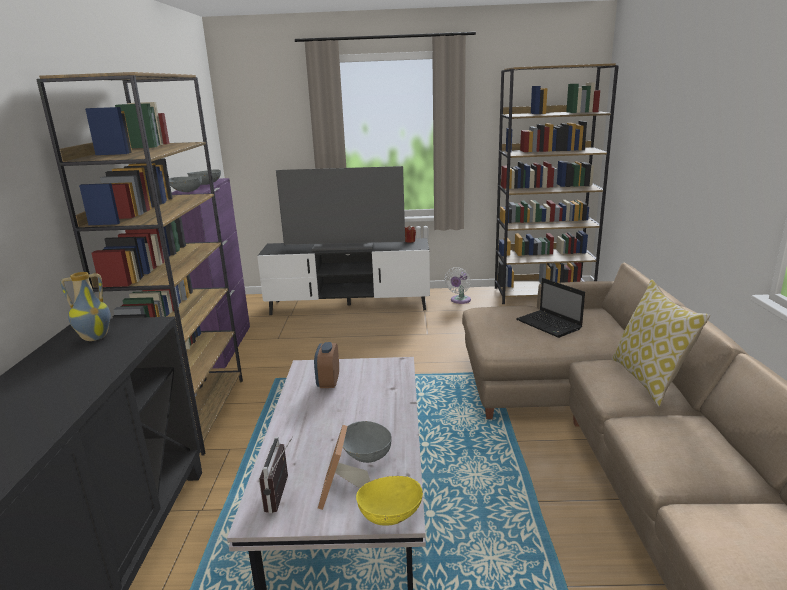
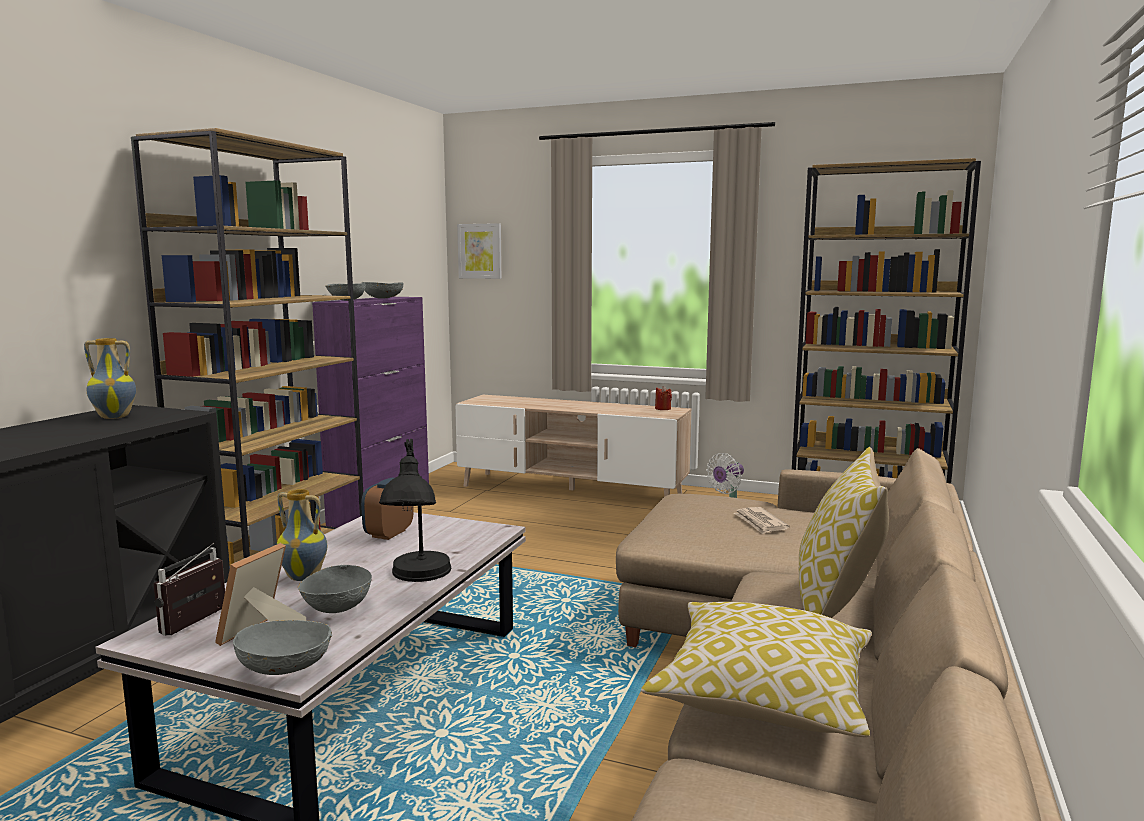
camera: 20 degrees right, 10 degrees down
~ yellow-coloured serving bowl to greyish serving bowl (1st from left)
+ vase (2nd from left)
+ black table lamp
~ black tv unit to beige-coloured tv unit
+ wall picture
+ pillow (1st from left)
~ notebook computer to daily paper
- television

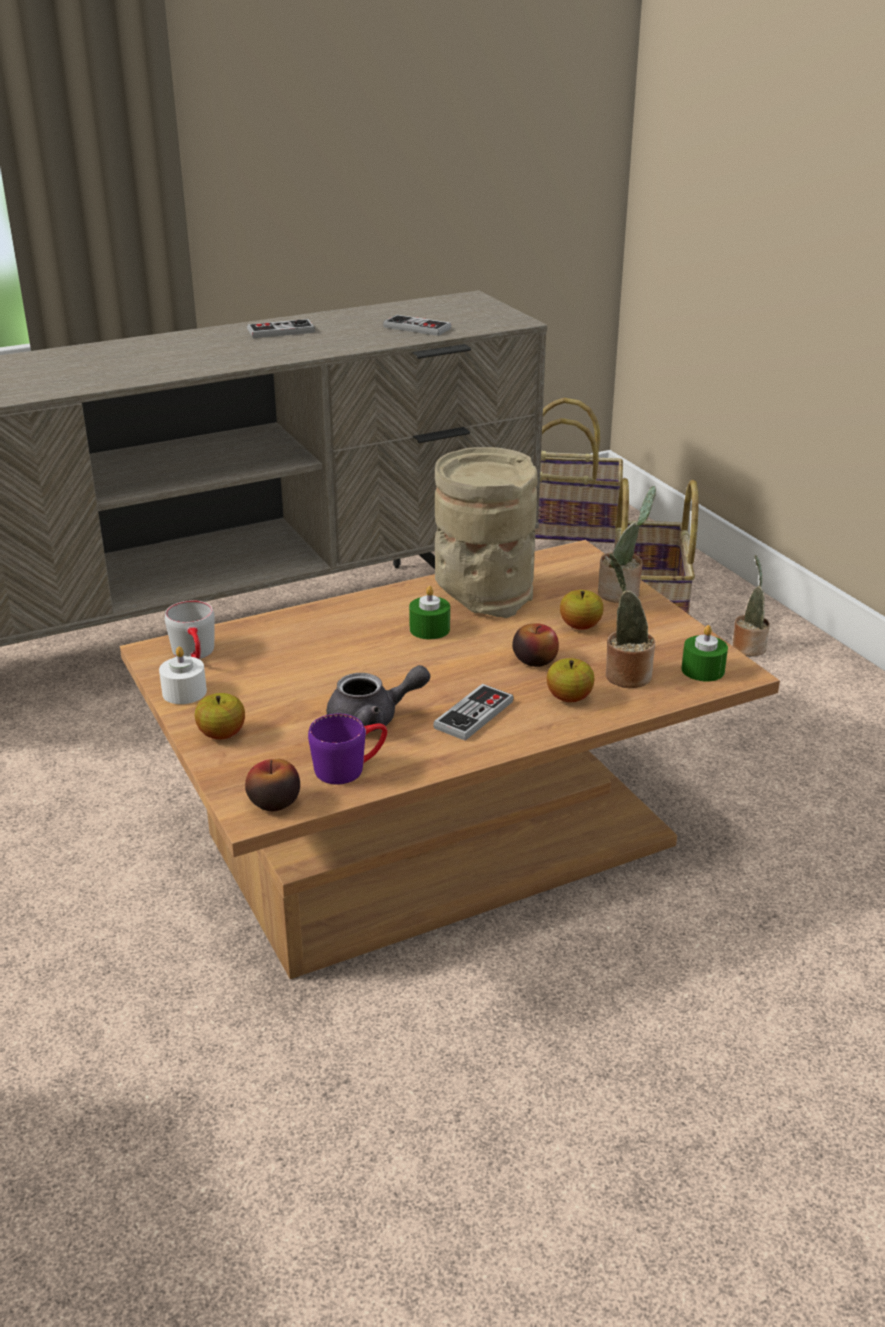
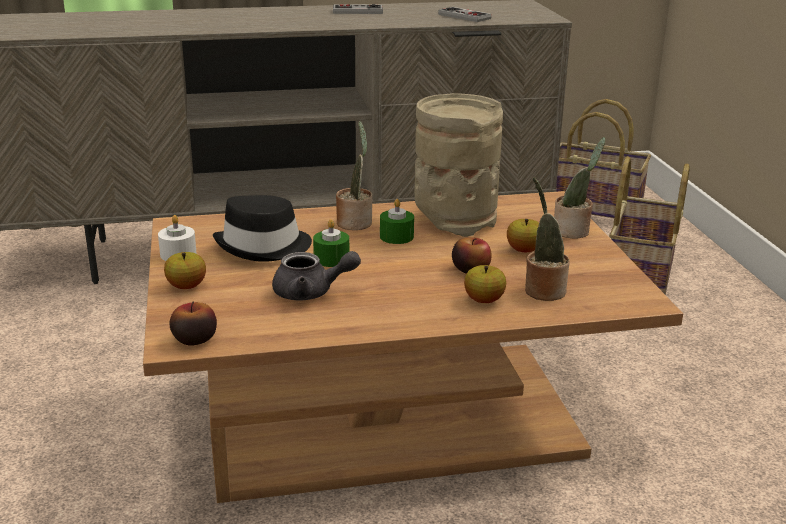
camera: 15 degrees right, 5 degrees down
+ black clothing hat
~ green candle (2nd from left in the first image) to green candle (1st from left)
~ plant in a pot (3rd from left in the first image) to plant in a pot (1st from left)
- greyish tea mug
- purple-coloured tea mug
- joypad (3rd from left)

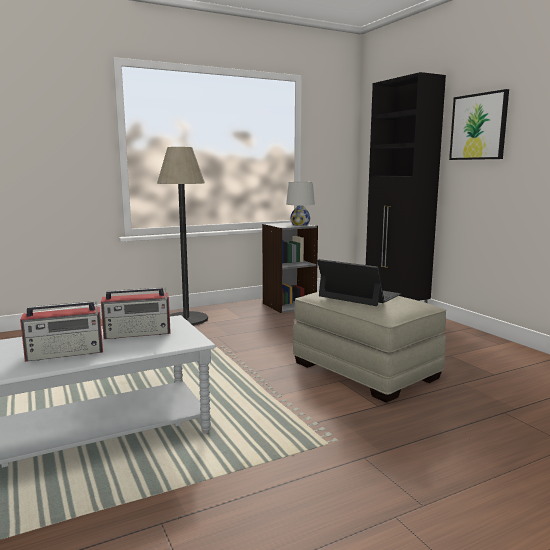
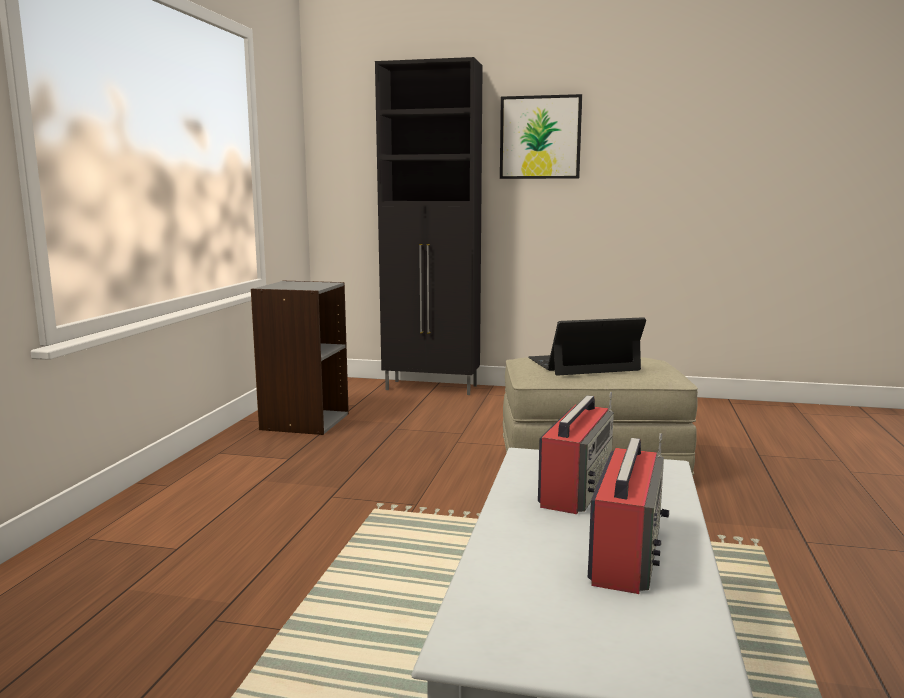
camera: 50 degrees left, 0 degrees up
- floor lamp
- white-coloured table lamp

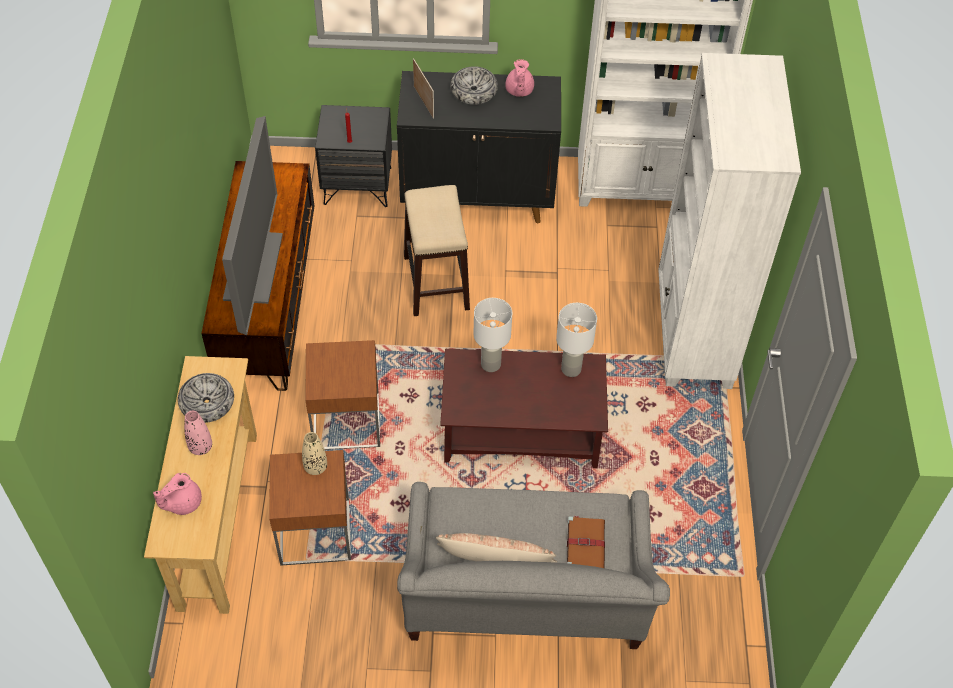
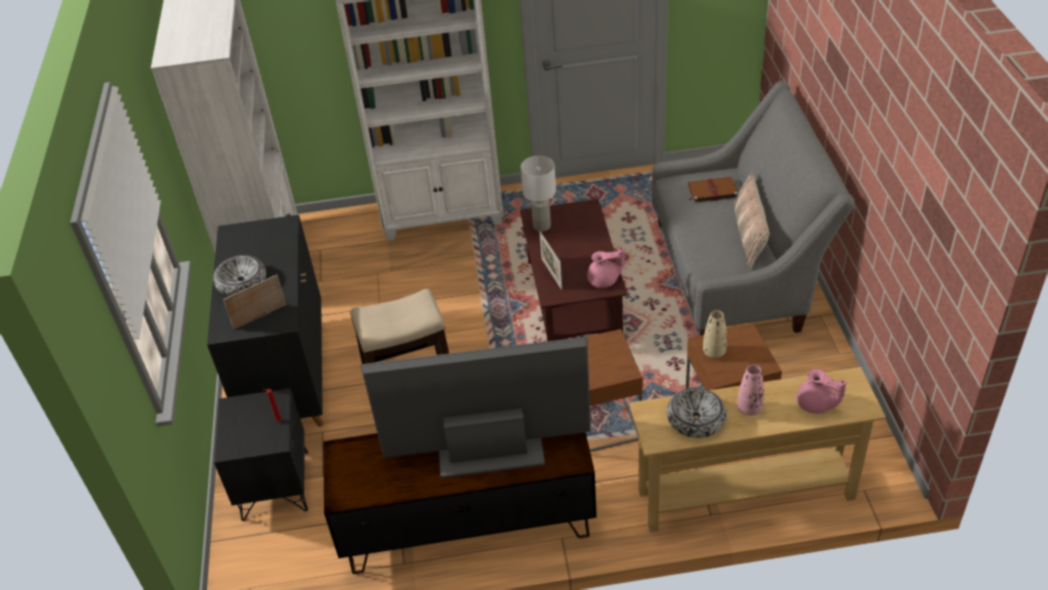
camera: 95 degrees left, 10 degrees down
~ white-coloured table lamp (1st from left) to photo frame (2nd from left)
~ pink-coloured pot for tea (2nd from left in the first image) to pink-coloured pot for tea (1st from left)

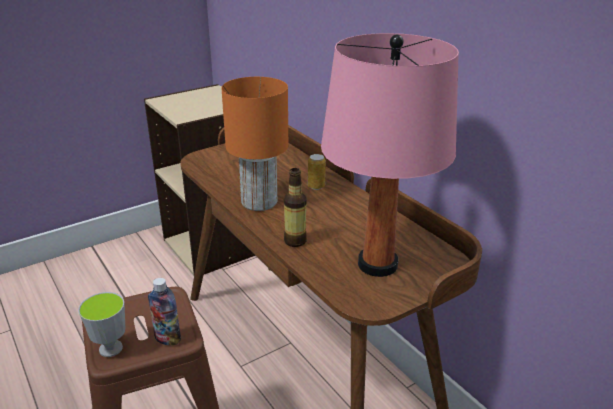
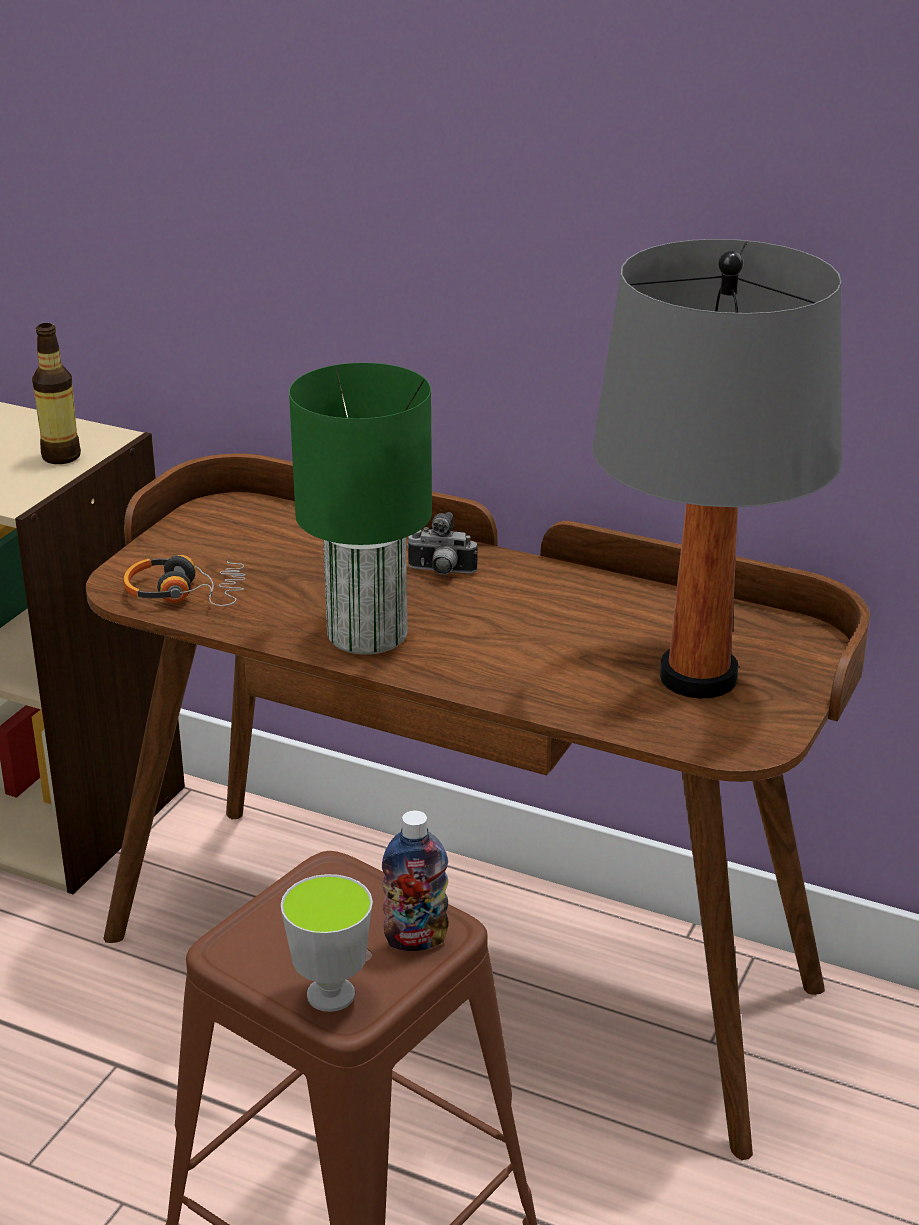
camera: 30 degrees left, 0 degrees up
~ beverage bottle (2nd from left in the first image) to beverage bottle (1st from left)
+ headphones
~ orange-coloured table lamp to green table lamp
~ metal can to photo camera
~ pink-coloured table lamp to greyish table lamp

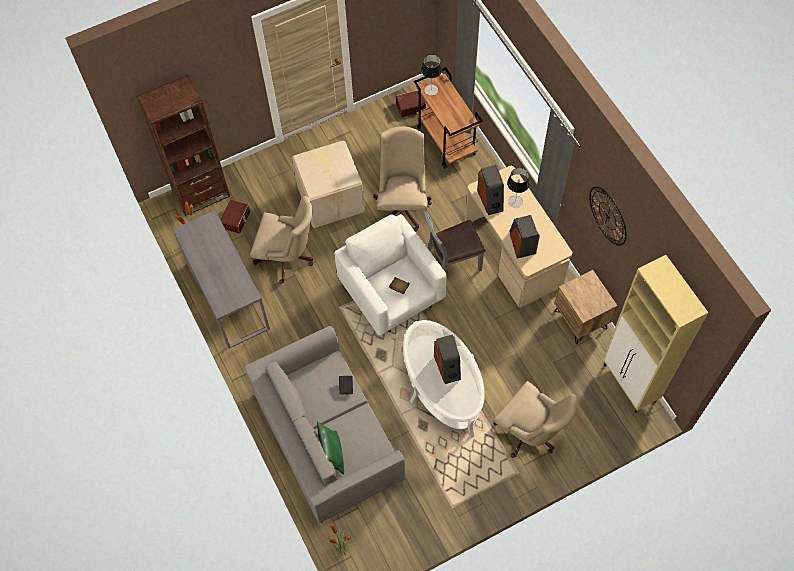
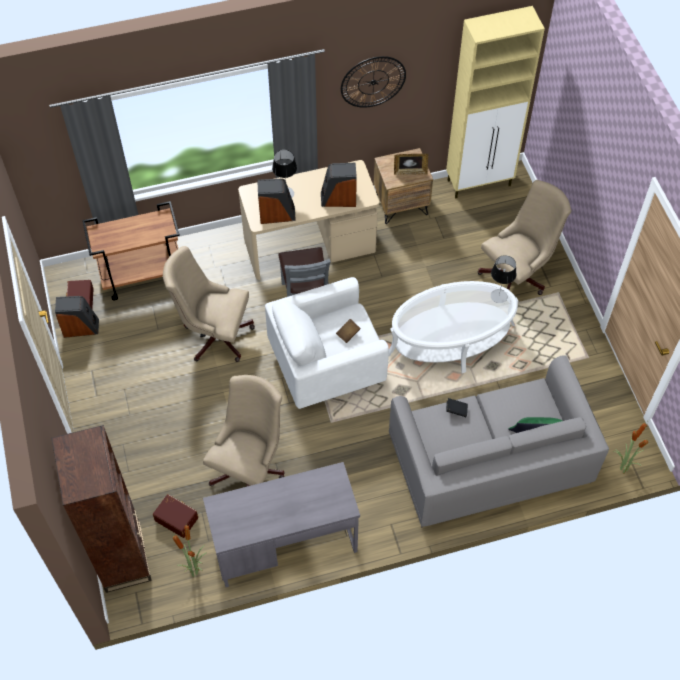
camera: 80 degrees left, 5 degrees down
~ speaker (1st from left)
+ photo frame
~ table lamp (1st from left in the first image) to table lamp (2nd from left)
- carton

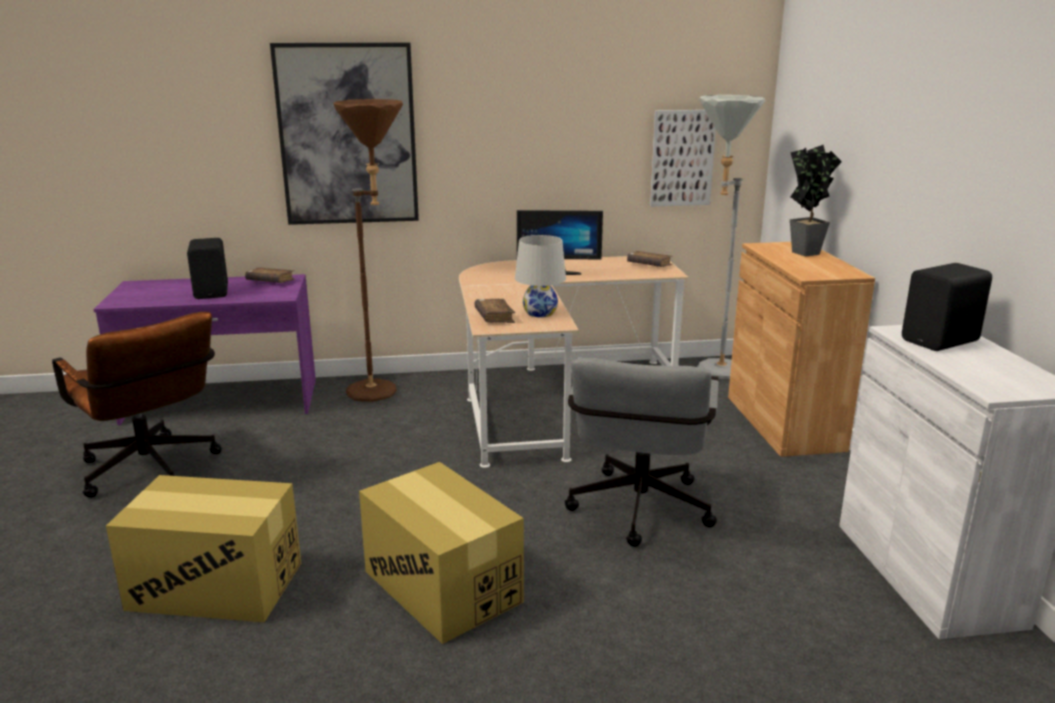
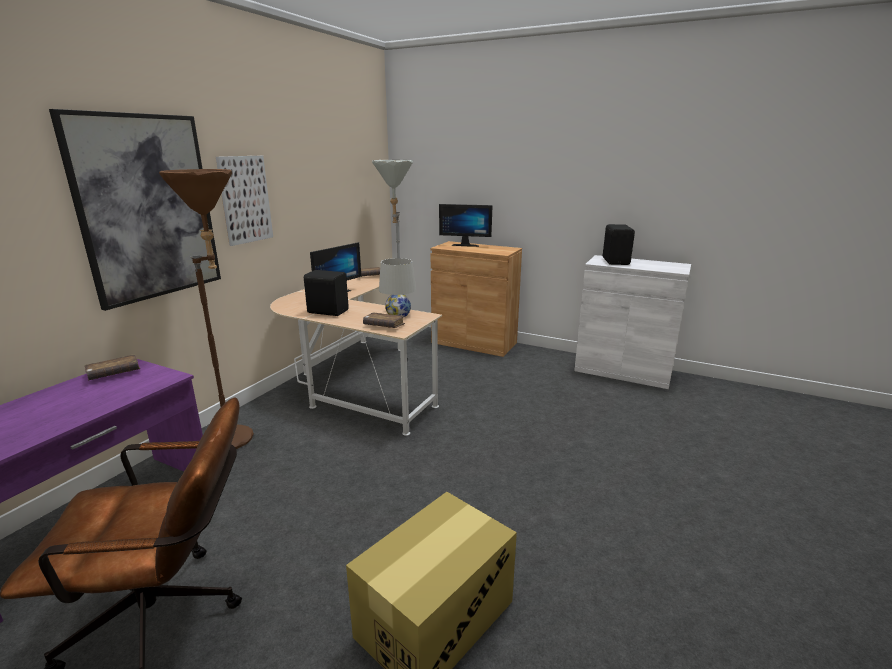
camera: 55 degrees left, 0 degrees up
~ wall picture (2nd from left)
~ black speaker (1st from left)
~ plant in a pot to computer display (2nd from left)
- carton (2nd from left)
- greyish computer chair

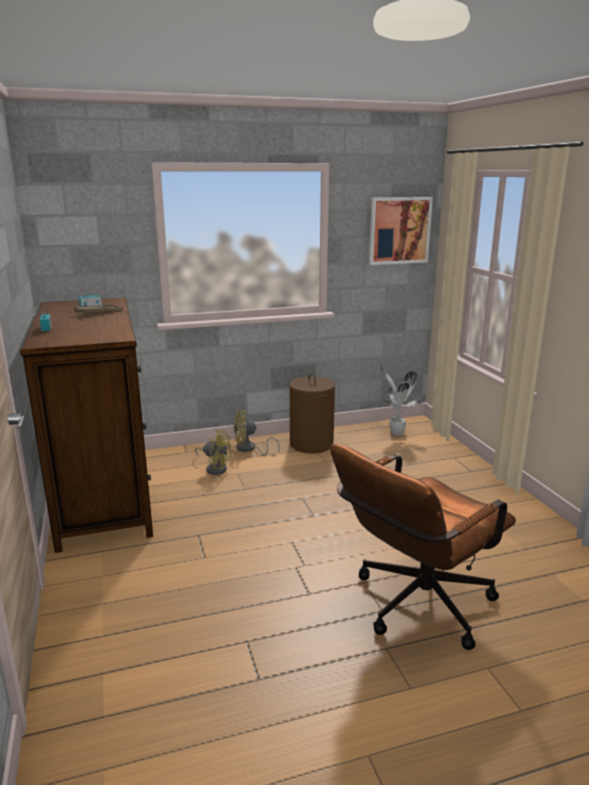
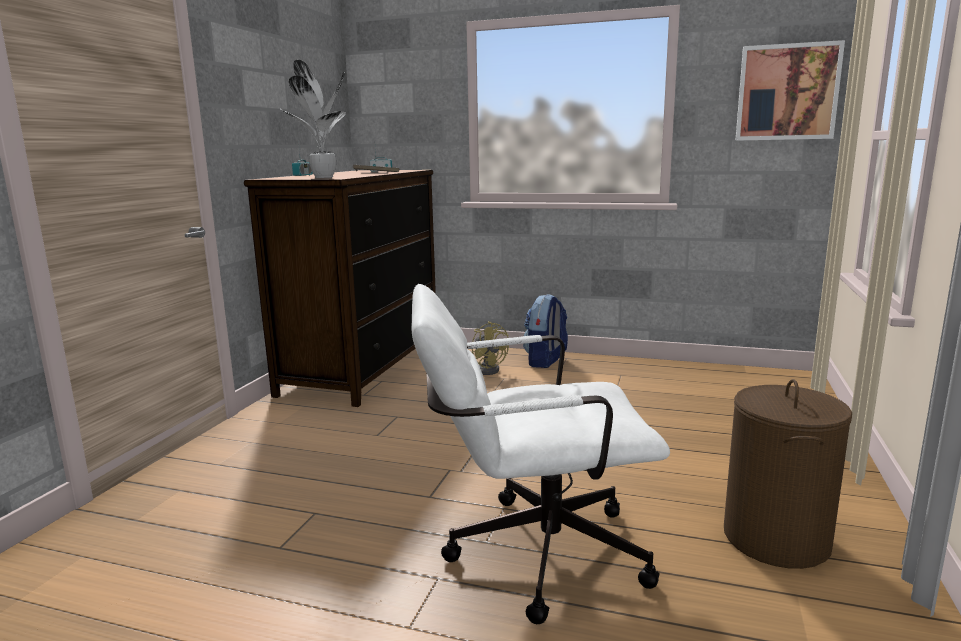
camera: 35 degrees right, 5 degrees down
~ plant in a pot
~ brownish computer chair to white-coloured computer chair
~ yellow-coloured cooling fan (2nd from left) to knapsack
~ brownish laundry basket

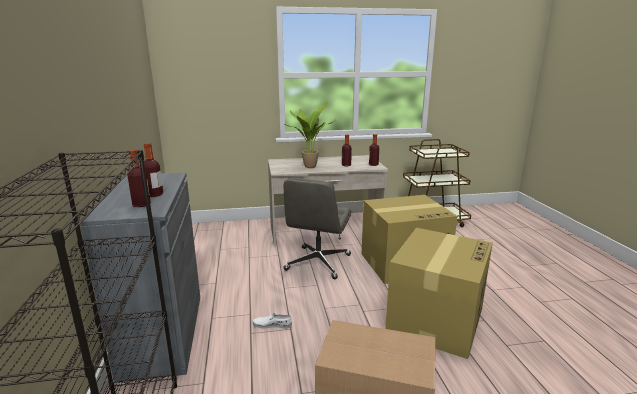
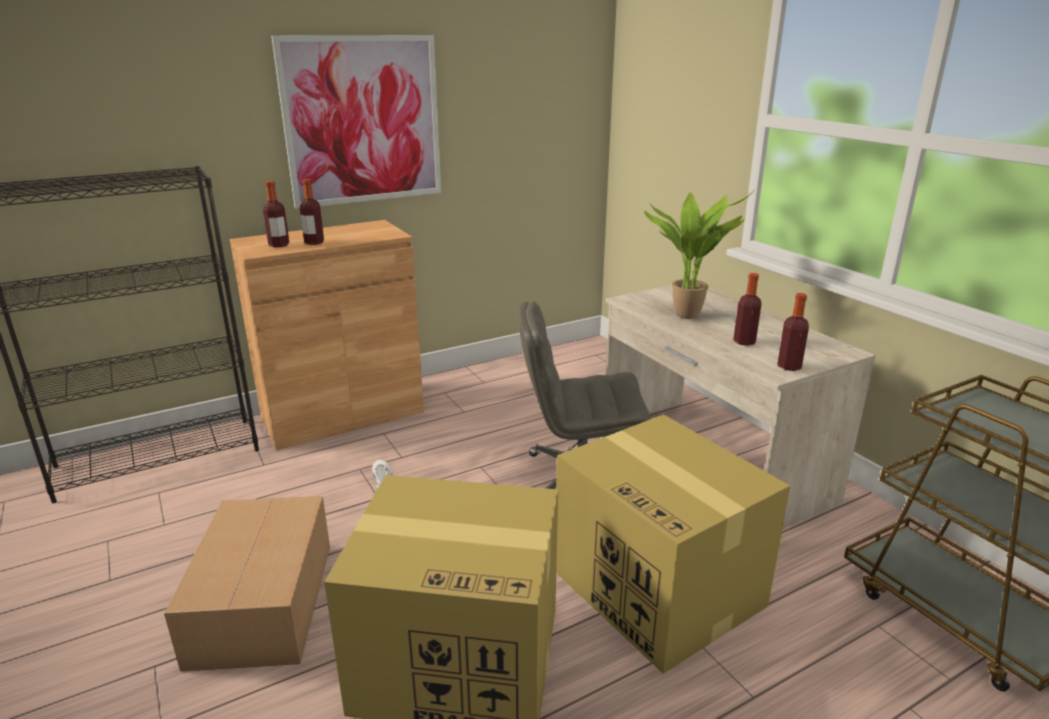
camera: 70 degrees right, 5 degrees up
~ greyish cupboard to brownish cupboard
+ wall picture

